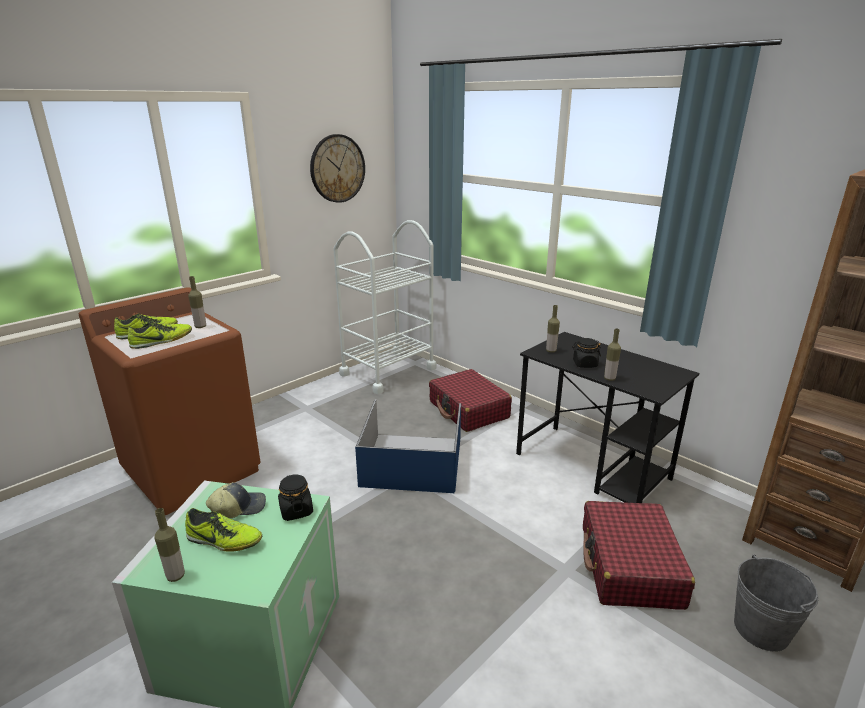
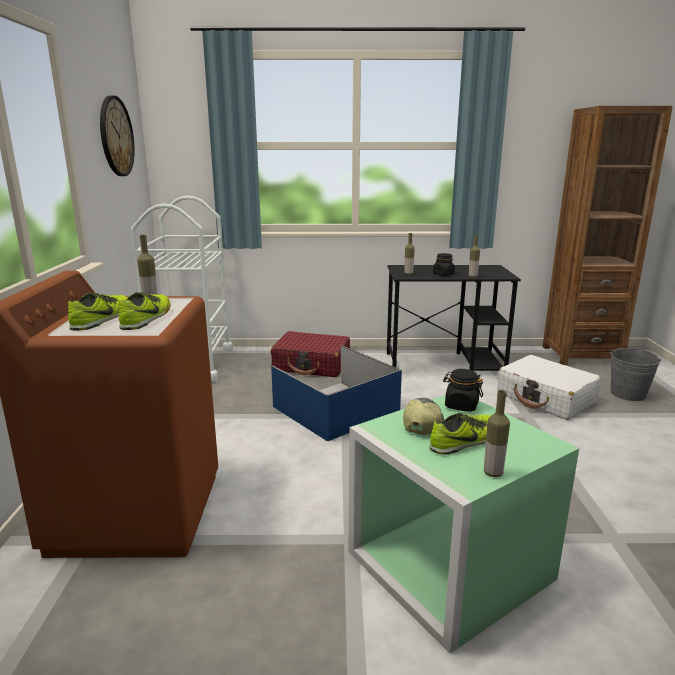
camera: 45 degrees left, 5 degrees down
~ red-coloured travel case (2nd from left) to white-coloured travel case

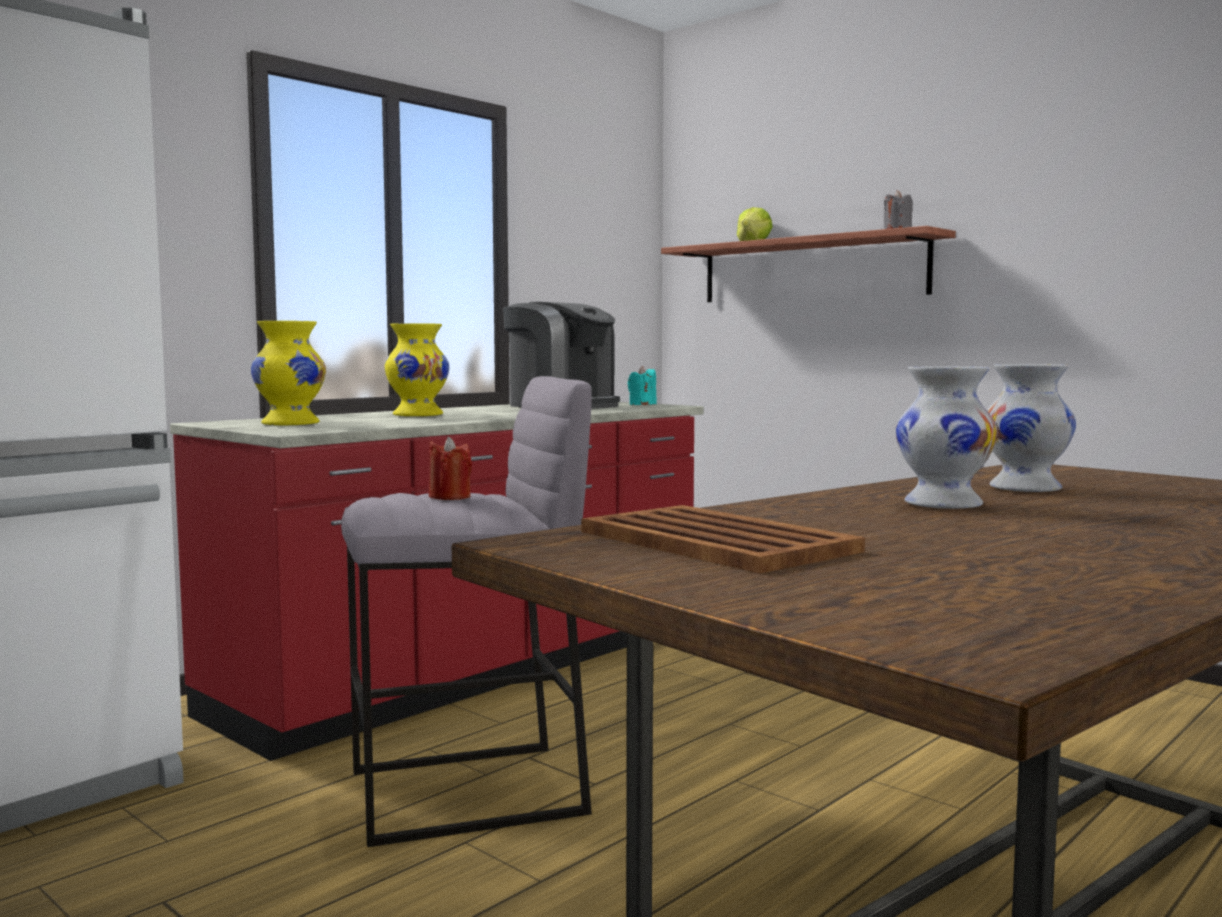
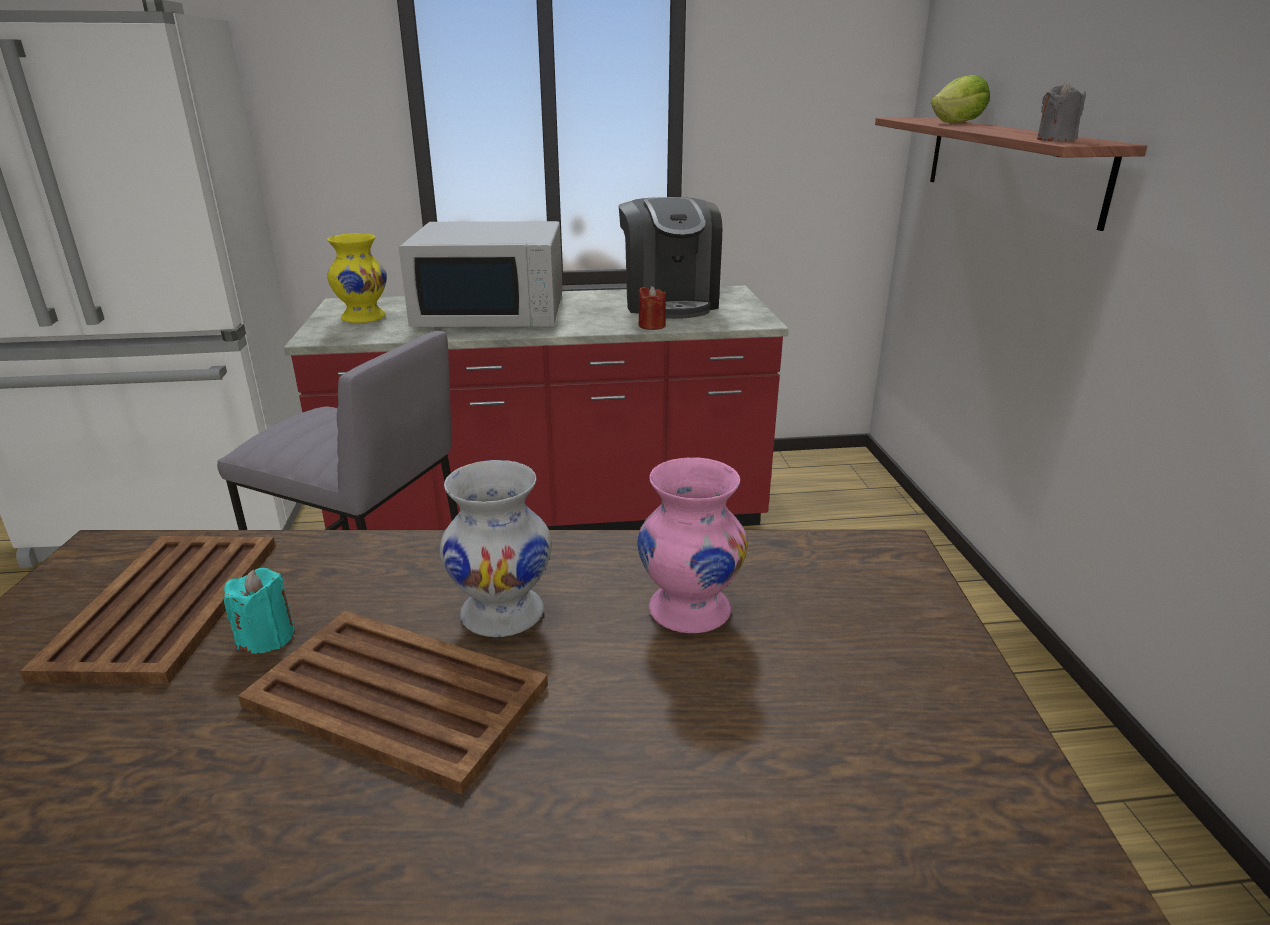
camera: 40 degrees right, 20 degrees up
~ turquoise-coloured candle
+ brownish serving tray (2nd from left)
~ yellow-coloured vase (2nd from left) to white-coloured kitchen microwave
~ red-coloured candle
~ white-coloured vase (2nd from left) to pink-coloured vase

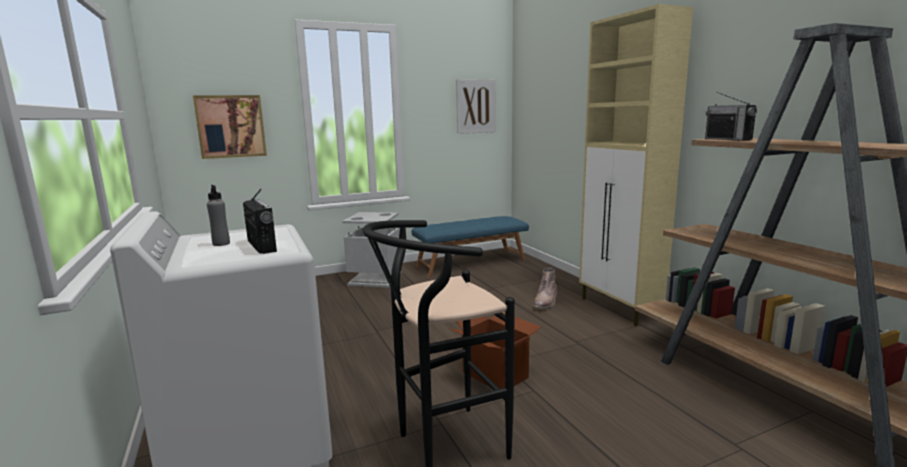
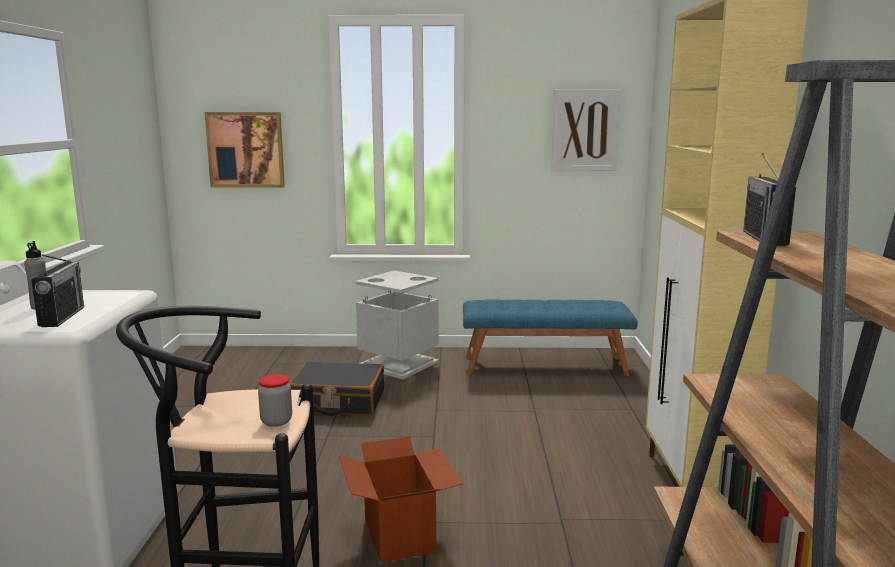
camera: 25 degrees right, 0 degrees up
+ jar
+ black travel case
- brownish tall boot

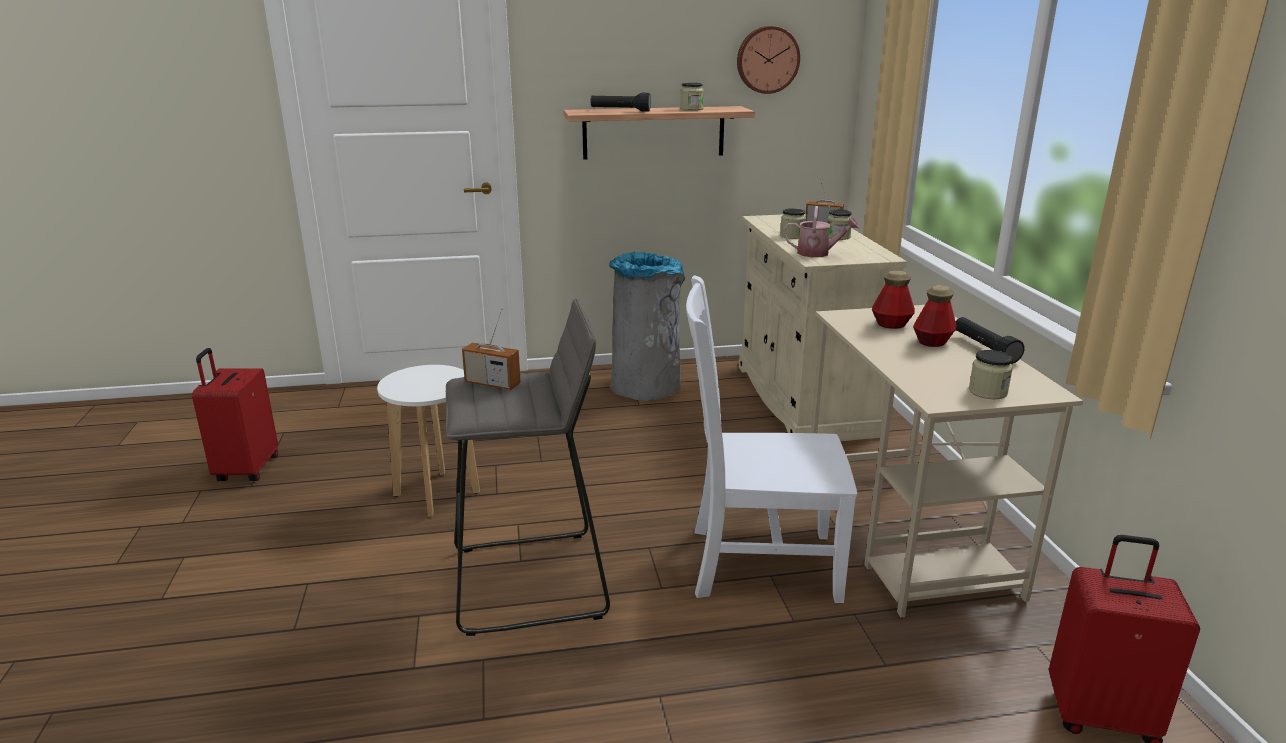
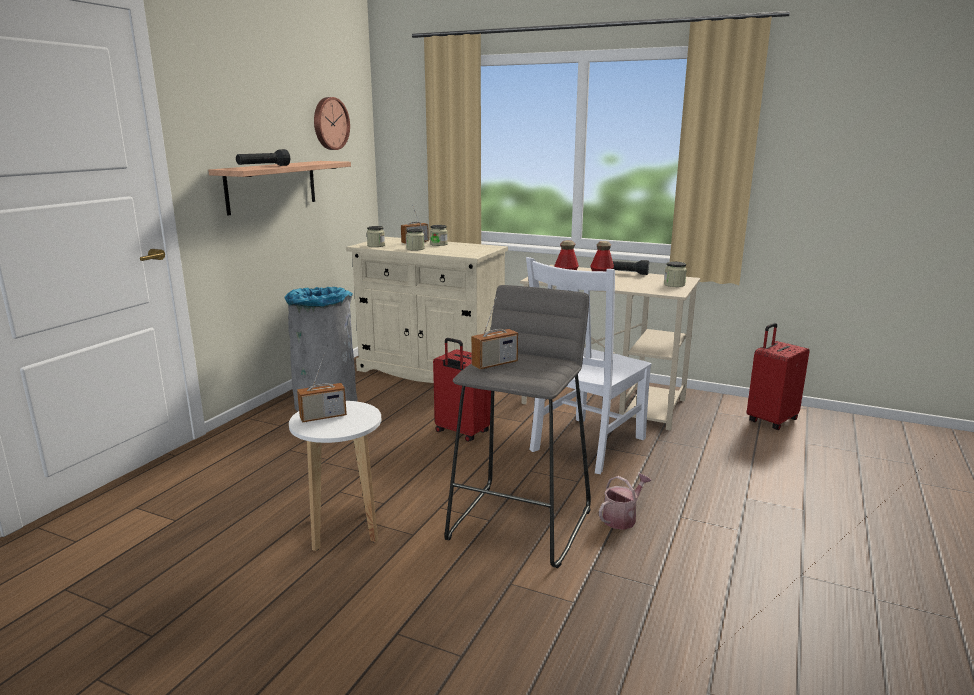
camera: 55 degrees left, 5 degrees down
+ radio receiver (1st from left)
~ jar (1st from left)
~ red-coloured travel case (1st from left)
~ sprinkling can

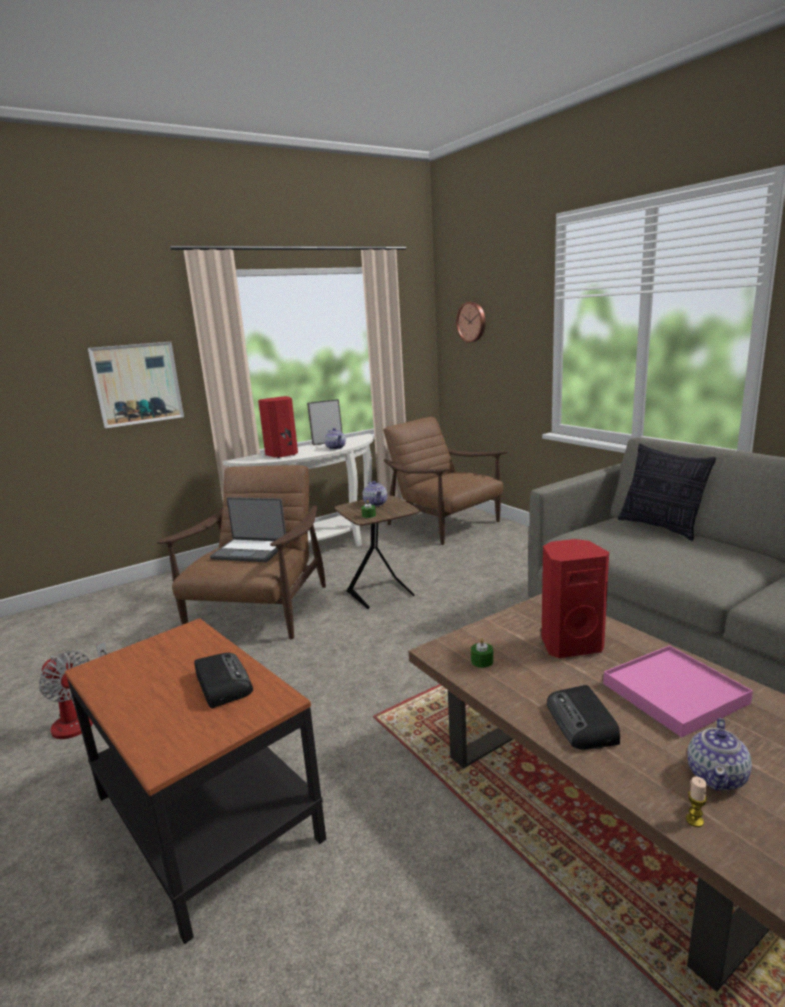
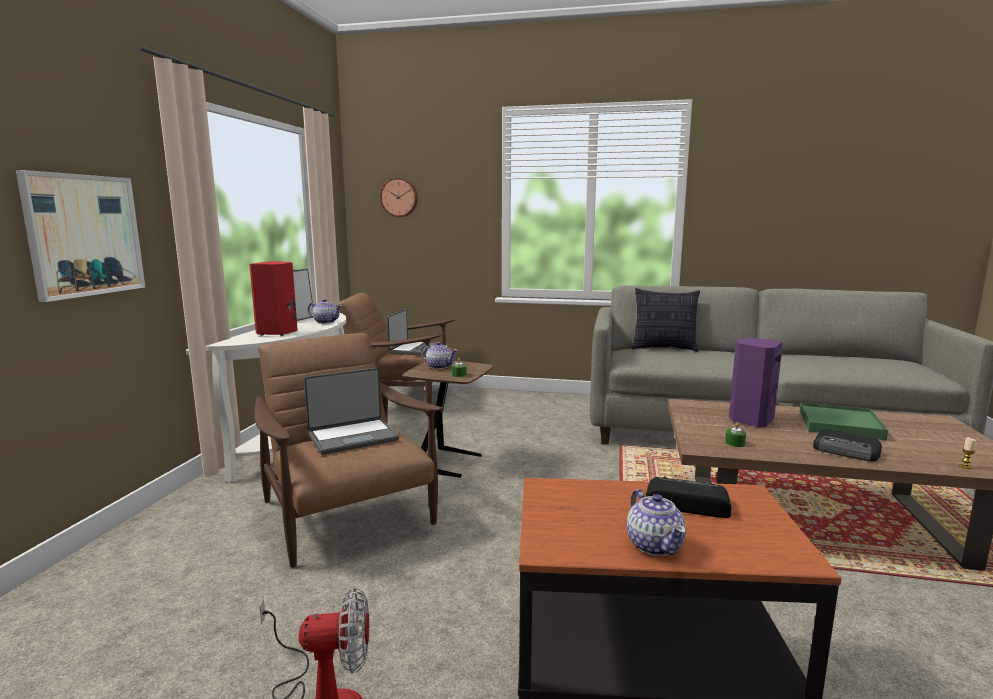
camera: 45 degrees left, 5 degrees down
+ notebook computer (2nd from left)
~ pot for tea (3rd from left)
~ red-coloured speaker (2nd from left) to purple-coloured speaker
~ pink-coloured serving tray to green serving tray

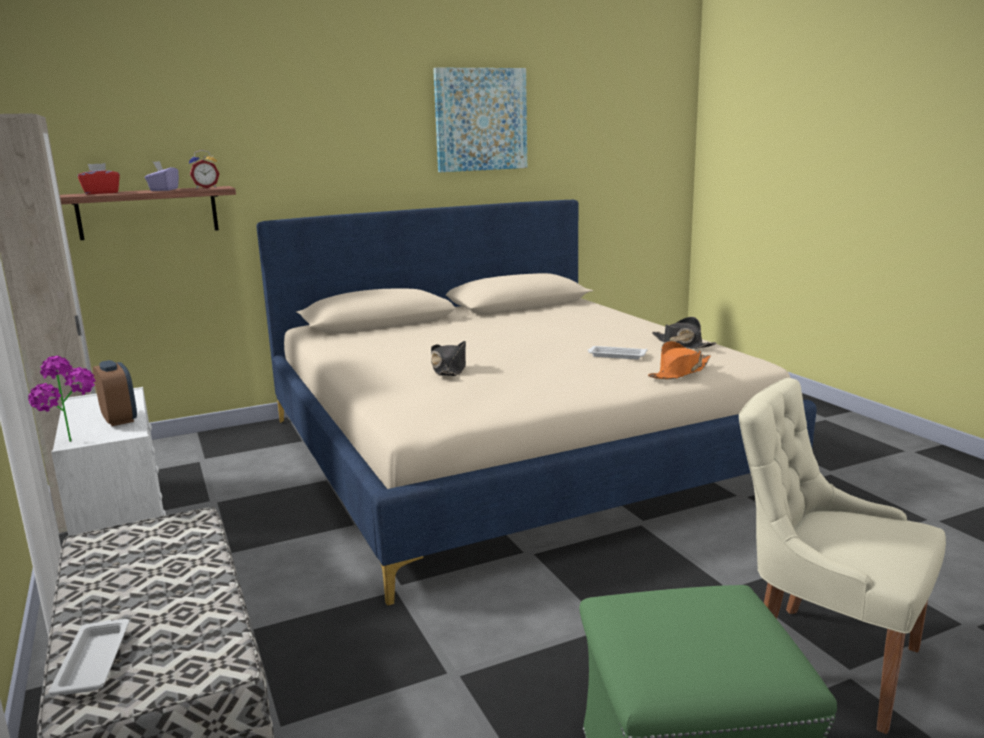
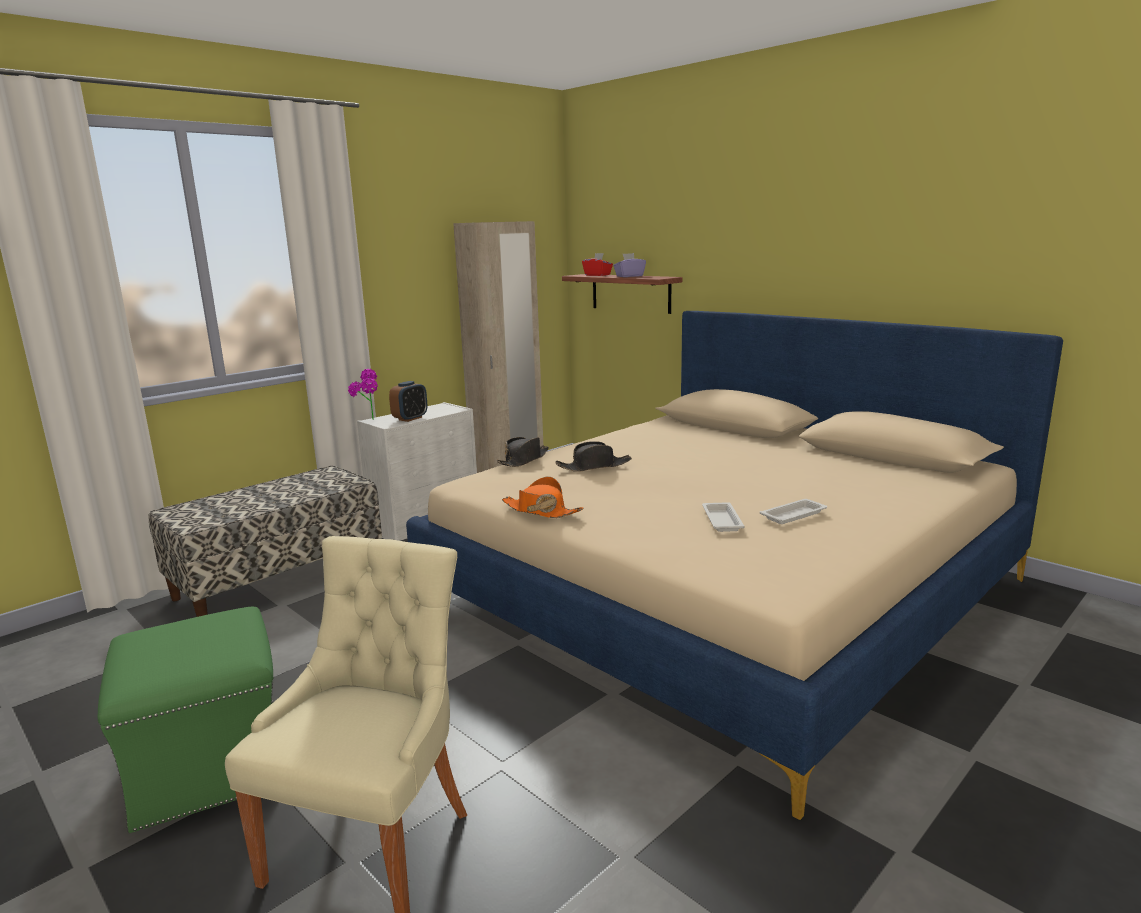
camera: 70 degrees right, 0 degrees up
~ black clothing hat (2nd from left in the first image) to black clothing hat (1st from left)
~ orange-coloured clothing hat
~ white-coloured serving tray (1st from left in the first image) to white-coloured serving tray (2nd from left)
- alarm clock (2nd from left)
- wall picture

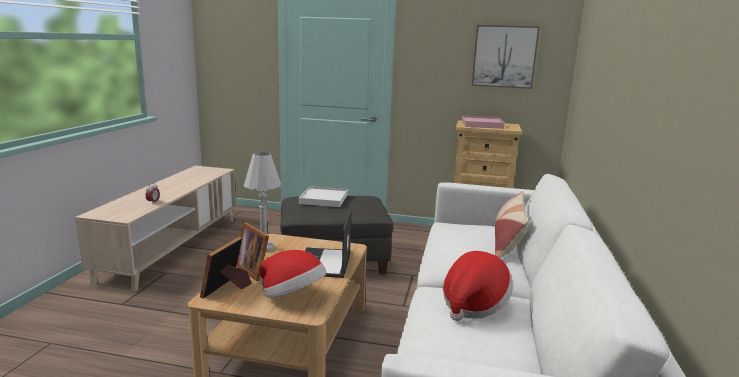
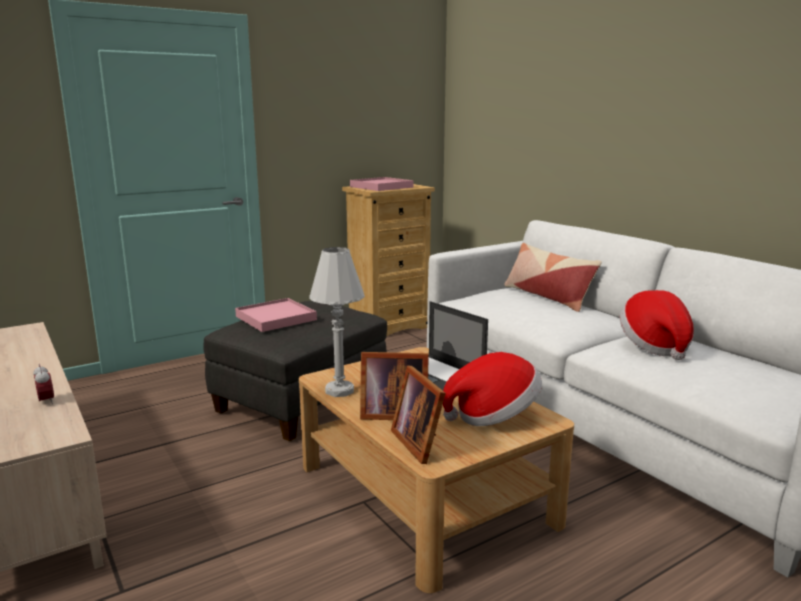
camera: 45 degrees left, 0 degrees up
~ white-coloured serving tray to pink-coloured serving tray (1st from left)
- wall picture

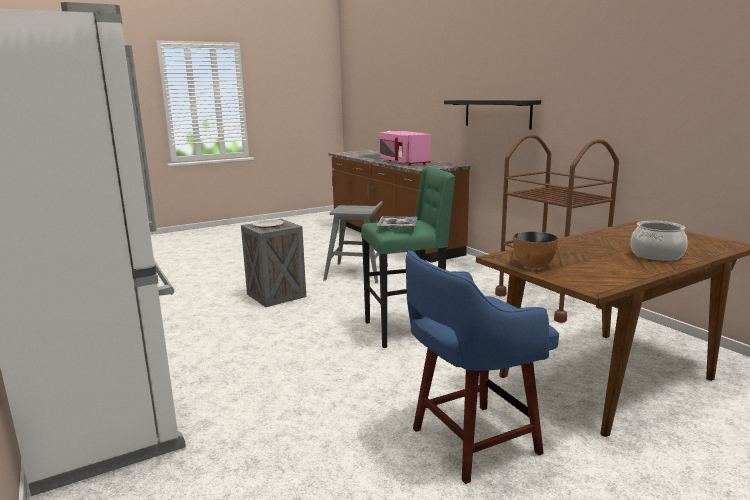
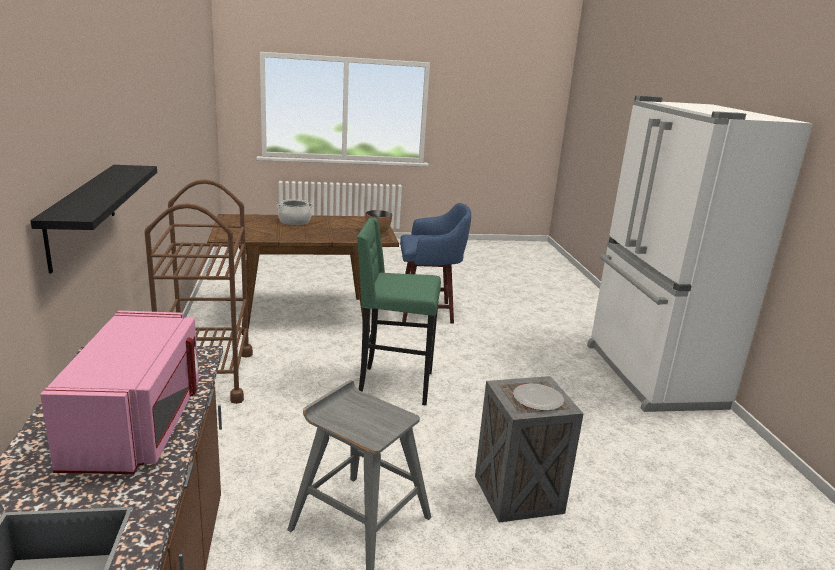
camera: 160 degrees left, 5 degrees up
- serving tray

